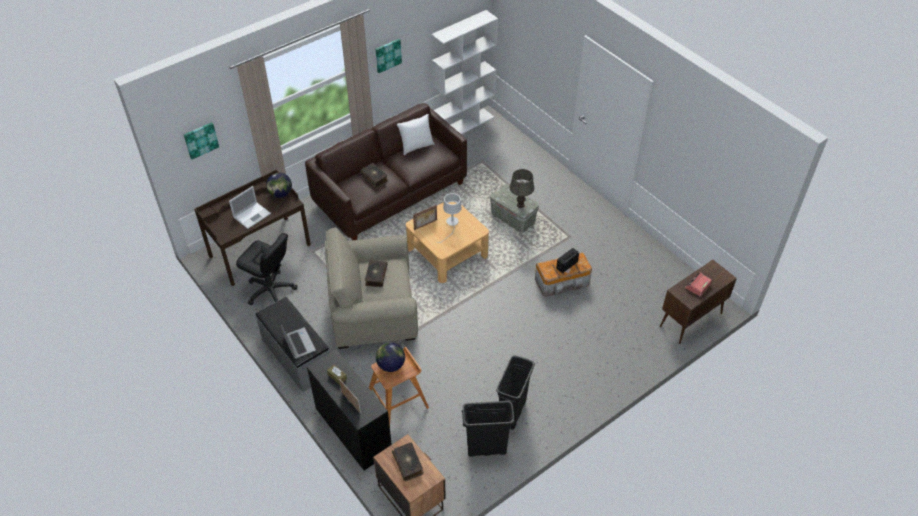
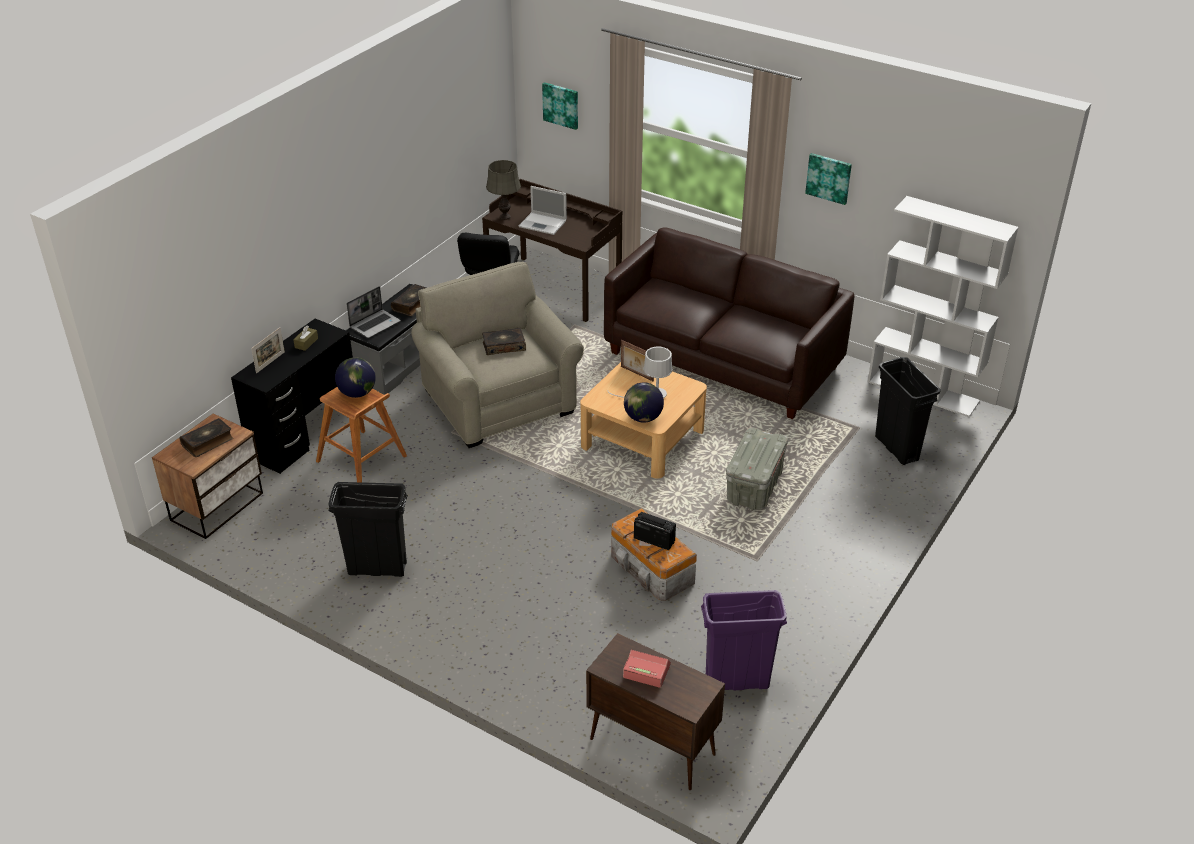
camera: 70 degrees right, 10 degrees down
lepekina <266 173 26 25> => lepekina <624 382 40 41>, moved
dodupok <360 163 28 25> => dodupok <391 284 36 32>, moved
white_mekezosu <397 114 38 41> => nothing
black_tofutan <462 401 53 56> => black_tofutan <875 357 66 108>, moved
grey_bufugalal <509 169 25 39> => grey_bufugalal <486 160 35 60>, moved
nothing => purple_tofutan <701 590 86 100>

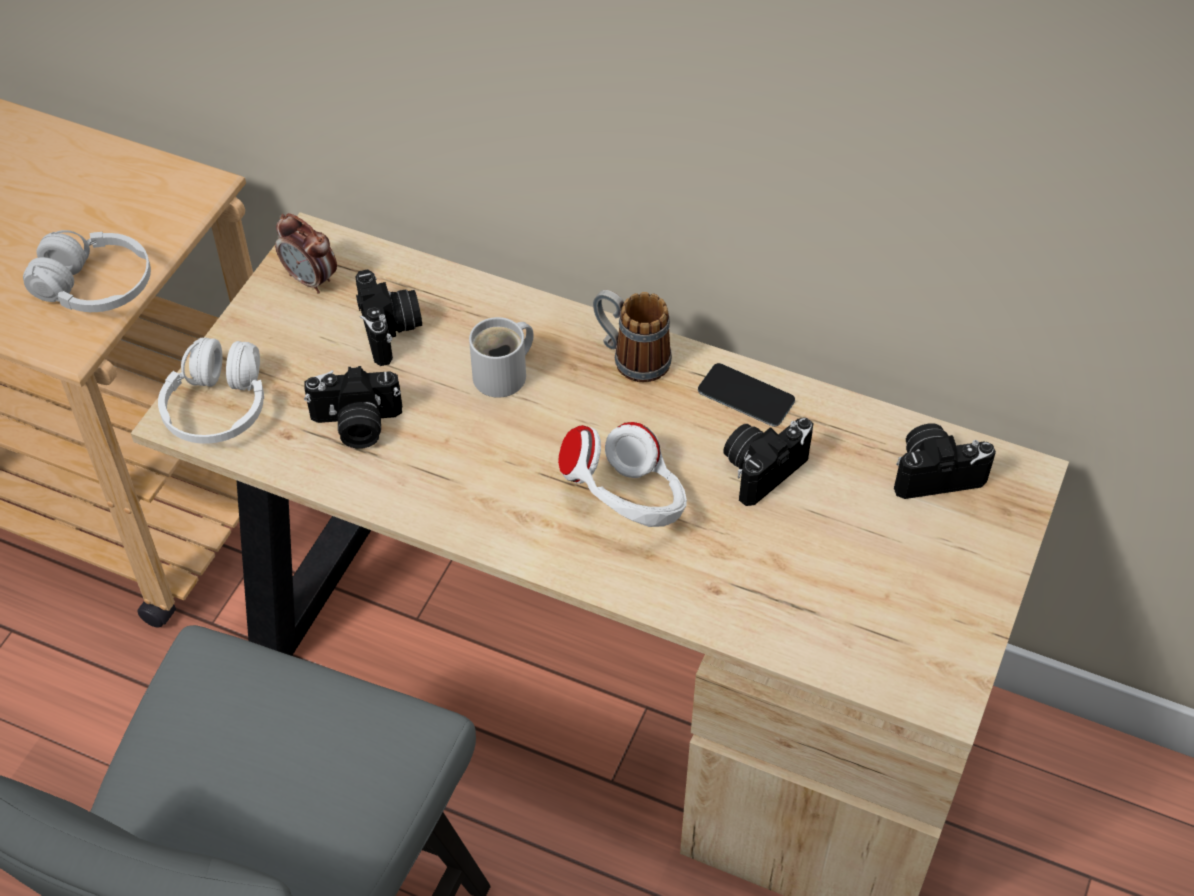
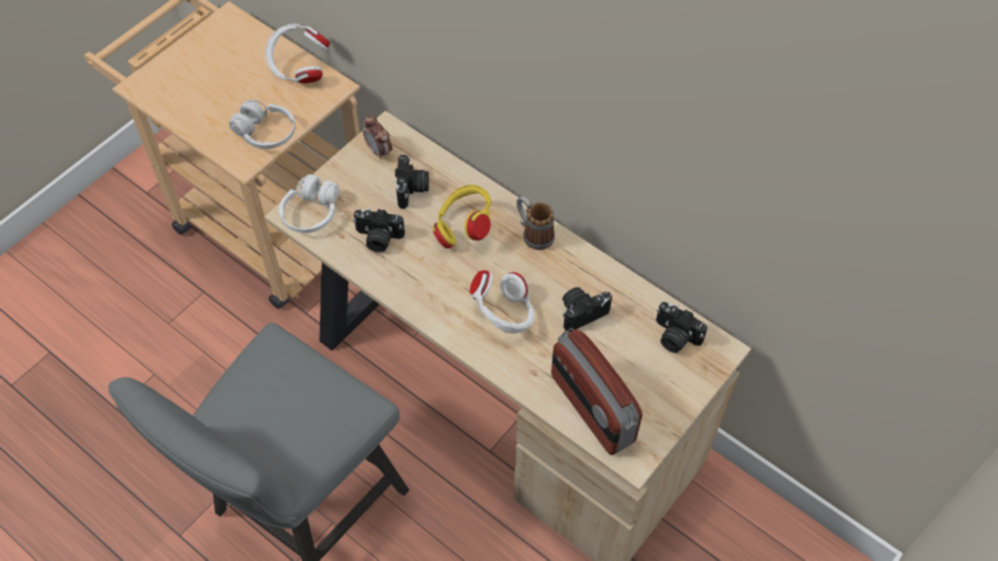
camera: 15 degrees right, 5 degrees up
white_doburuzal <469 317 64 81> => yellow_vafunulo <433 184 58 64>
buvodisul <698 363 97 64> => nothing
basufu <894 423 102 76> => basufu <656 302 51 51>, 150 degrees counterclockwise
nothing => white_vafunulo <265 24 64 59>
nothing => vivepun <551 328 92 127>

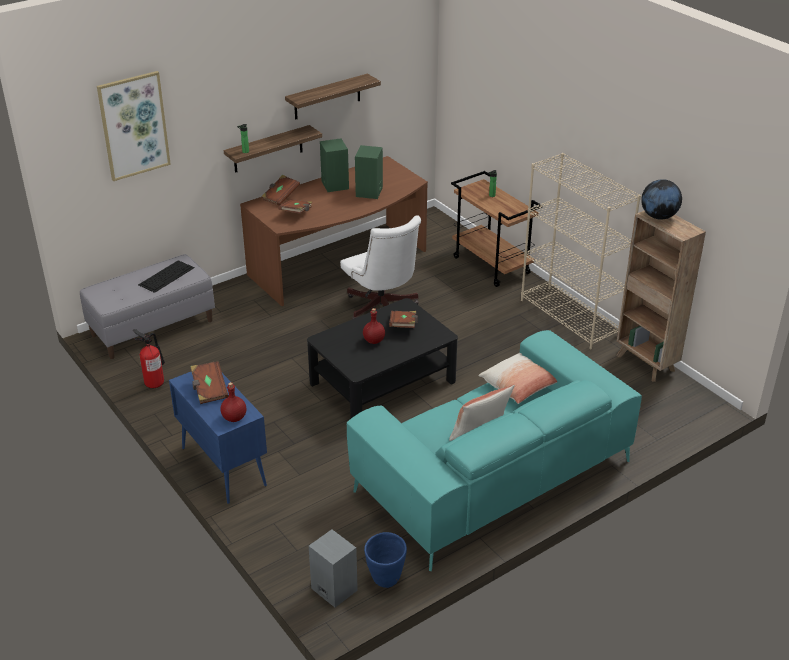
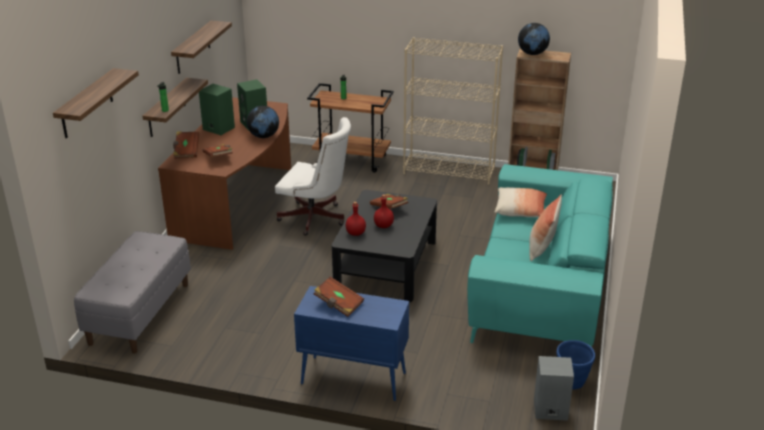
camera: 40 degrees left, 5 degrees down
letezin <97 71 74 110> => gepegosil <53 68 86 70>
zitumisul <133 329 32 59> => nothing
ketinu <138 260 57 33> => nothing
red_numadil <220 382 26 40> => red_numadil <345 202 21 34>, moved
nothing => lepekina <247 106 32 32>

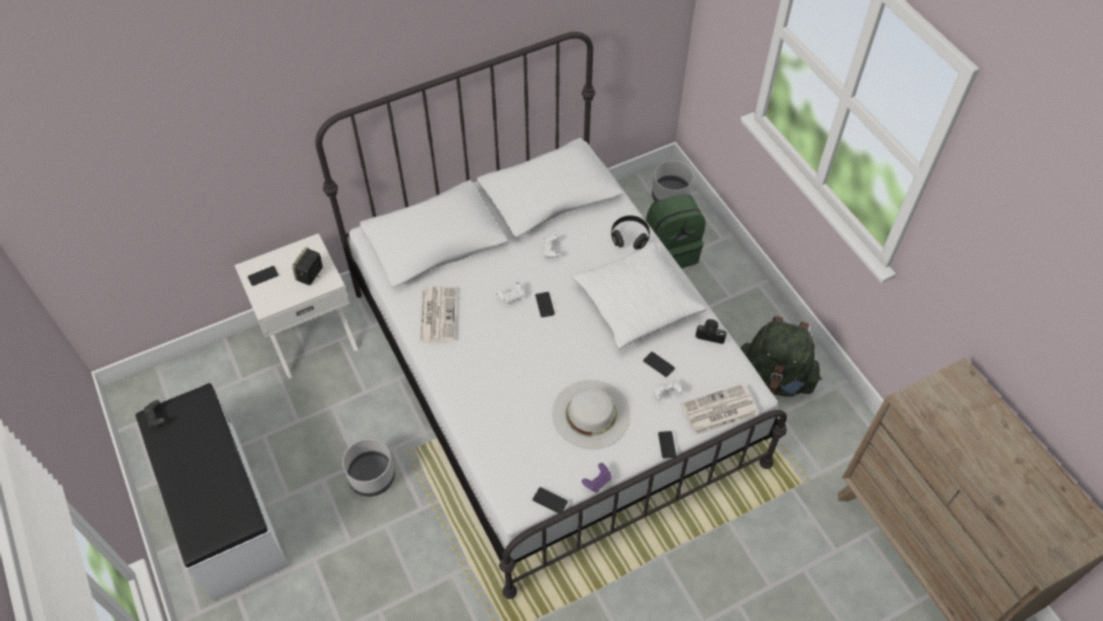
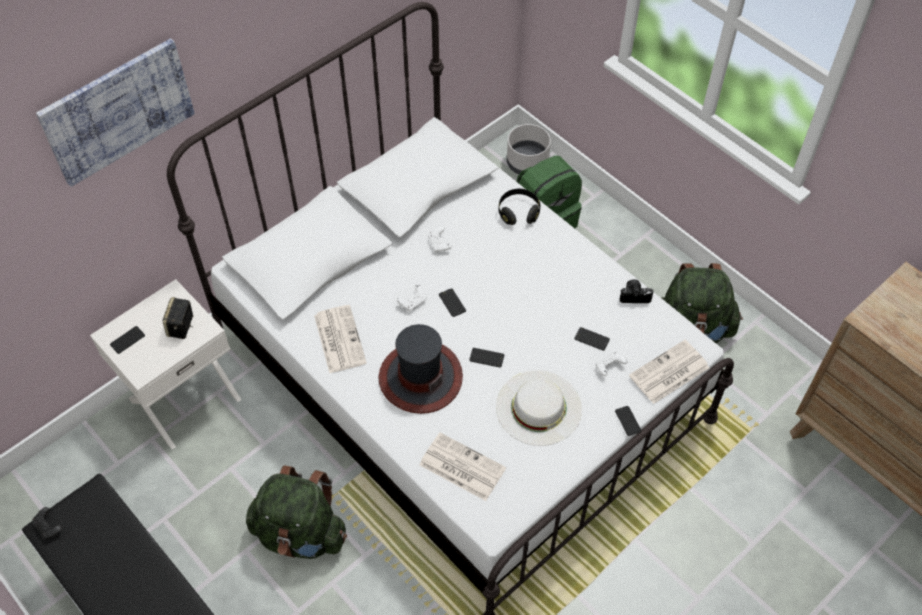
camera: 15 degrees left, 0 degrees up
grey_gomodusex <342 439 53 58> => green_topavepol <246 465 101 94>
buvodisul <533 487 35 27> => buvodisul <469 348 35 20>, moved
white_mekezosu <572 242 134 107> => nothing
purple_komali <582 463 30 30> => nothing
nothing => letezin <36 38 159 149>
nothing => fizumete <378 324 85 90>
nothing => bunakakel <419 433 87 68>

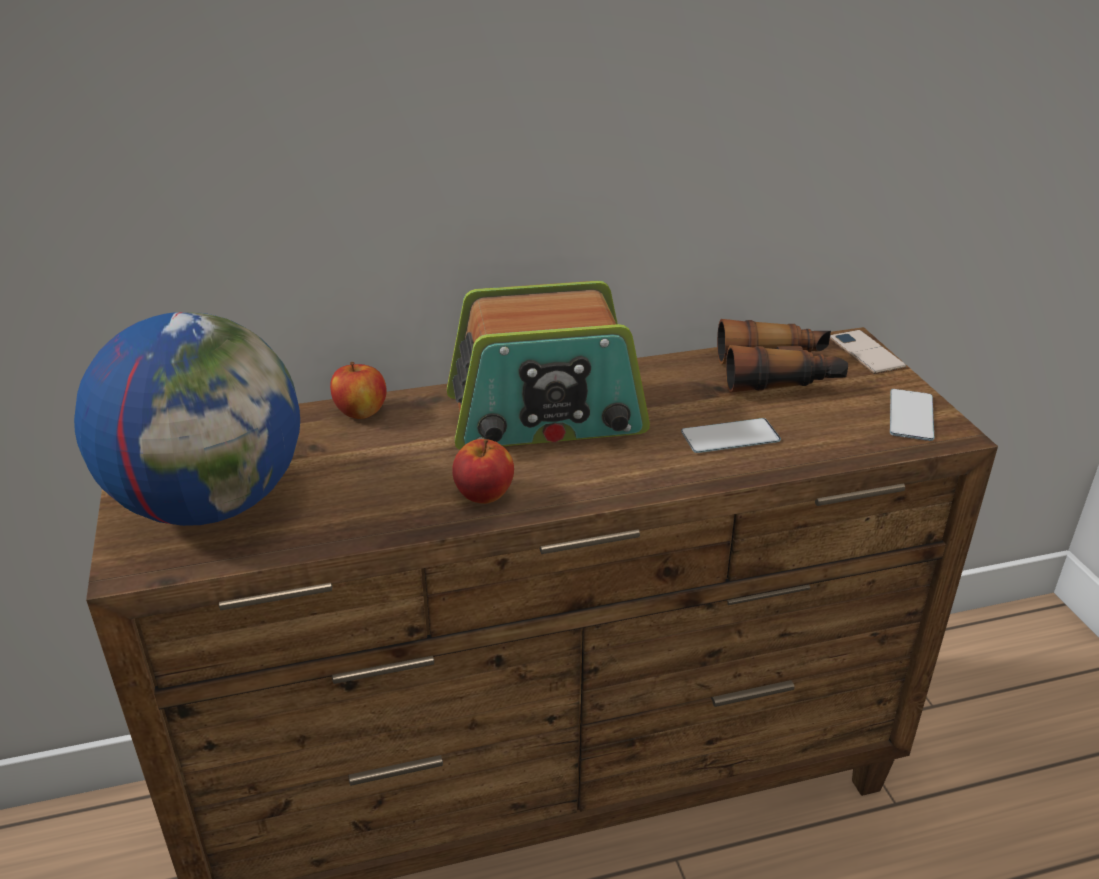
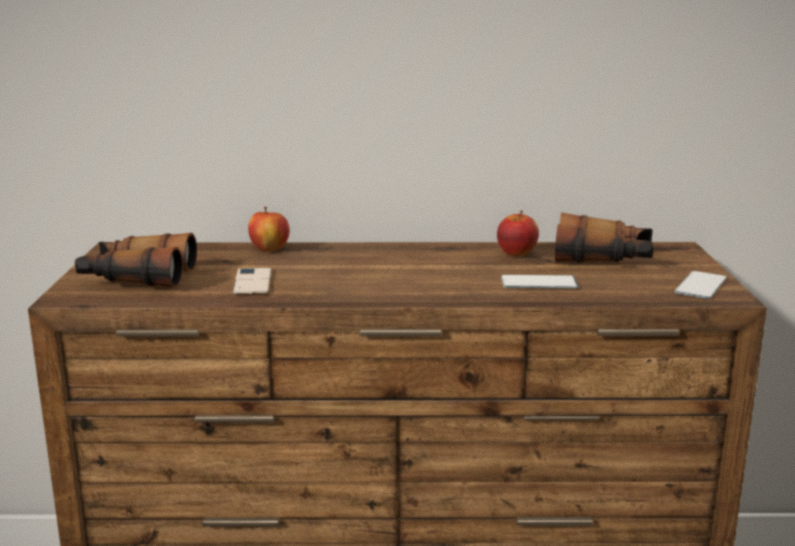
camera: 15 degrees right, 15 degrees down
lepekina <74 312 226 214> => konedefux <75 233 122 55>
vivepun <447 281 203 168> => nothing
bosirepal <452 439 62 65> => bosirepal <497 211 42 45>, moved
buvodisul <830 330 76 44> => buvodisul <232 268 39 27>, moved

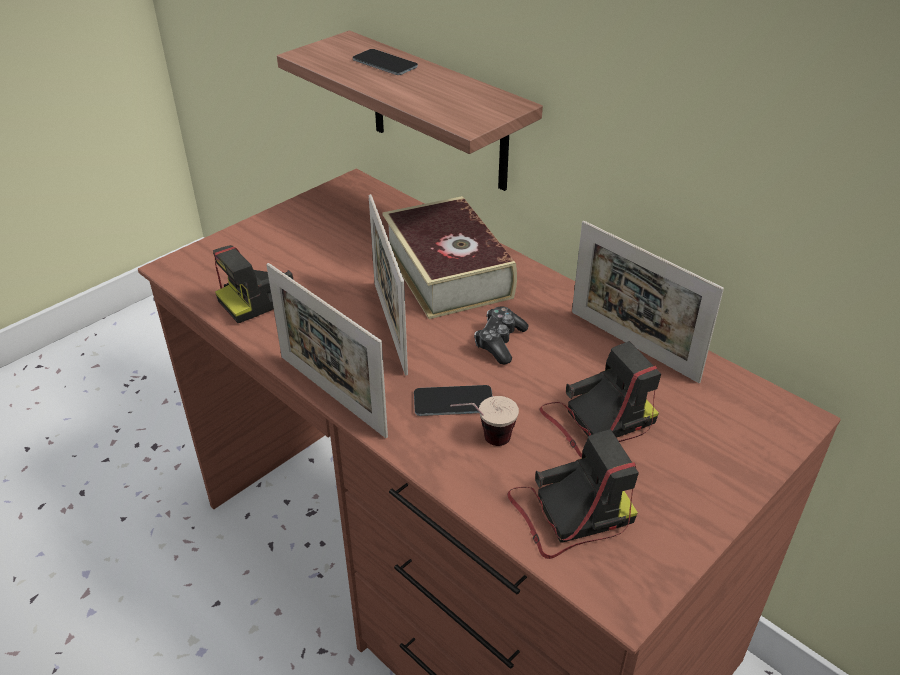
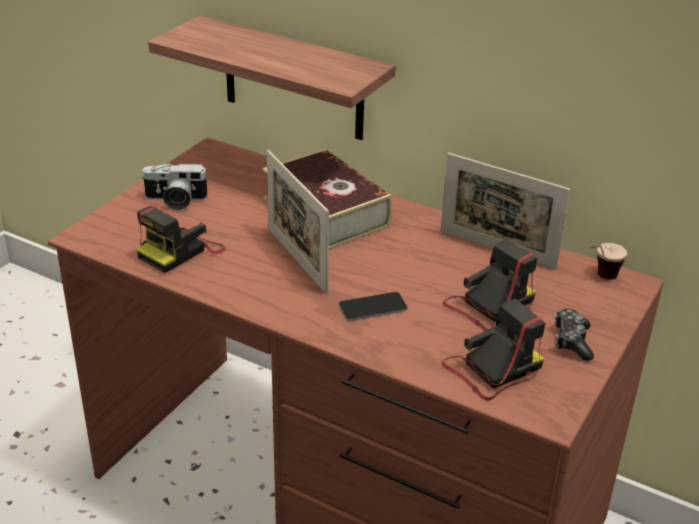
camera: 15 degrees left, 5 degrees down
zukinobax <266 263 122 175> => nothing
buvodisul <353 49 65 26> => nothing
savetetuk <450 396 69 50> => savetetuk <589 243 38 37>, moved
komali <474 307 55 58> => komali <554 308 40 53>, moved
nothing => basufu <141 164 68 46>

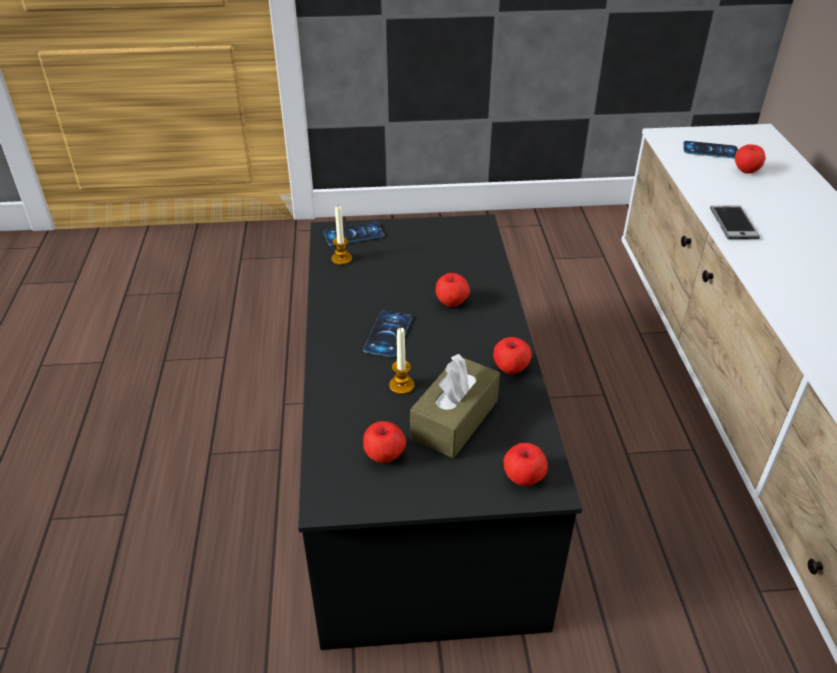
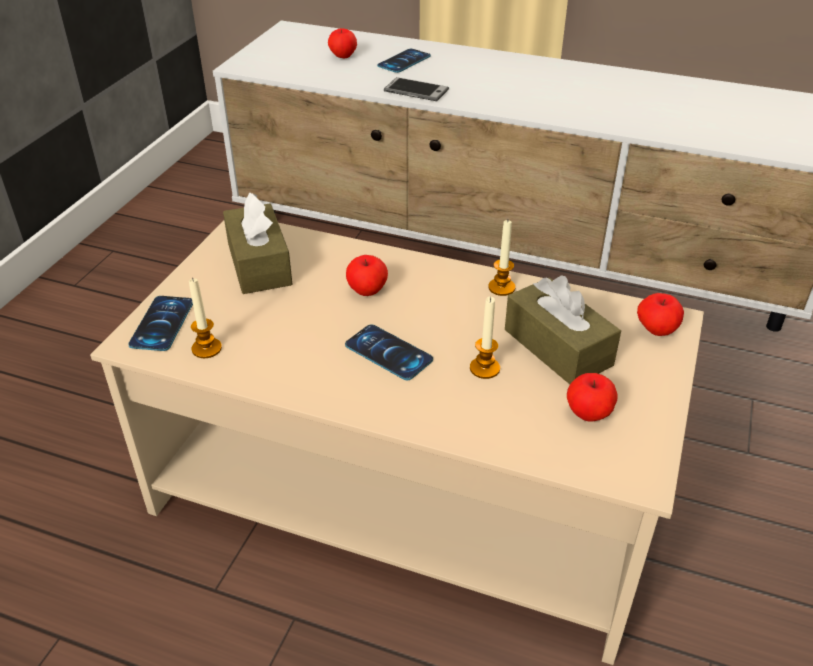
camera: 65 degrees left, 0 degrees up
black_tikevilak <298 214 284 436> => beige_tikevilak <90 221 614 444>
bosirepal <493 337 39 37> => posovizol <488 220 28 76>
buvodisul <683 141 55 18> => buvodisul <377 49 54 24>, moved
nothing => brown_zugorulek <223 192 69 102>

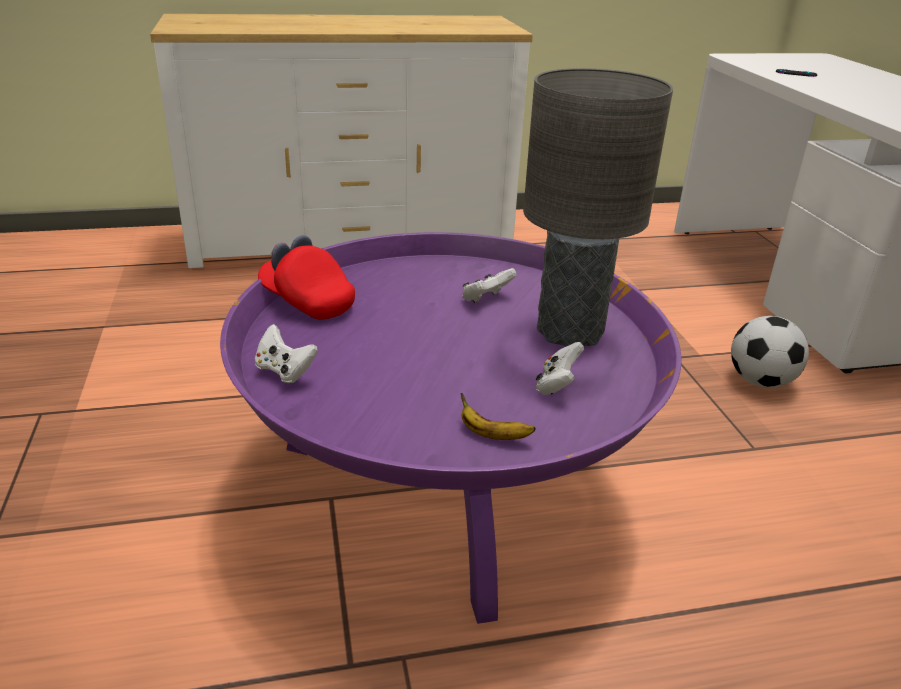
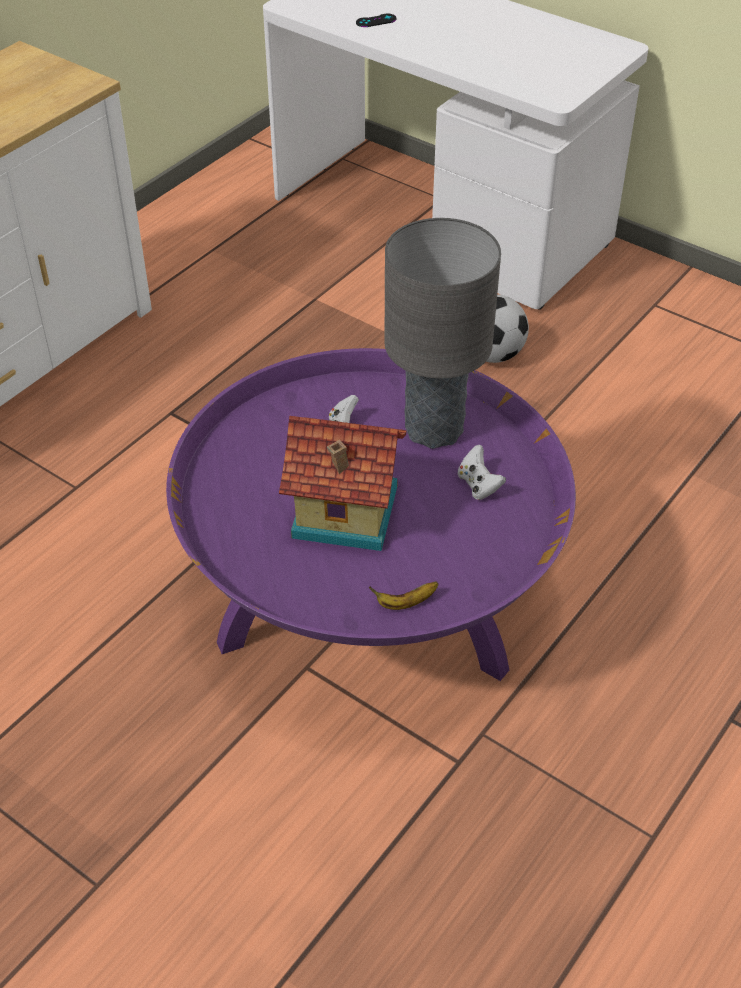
camera: 40 degrees left, 15 degrees up
white_komali <255 324 63 59> => nothing
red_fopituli <258 235 97 84> => nothing
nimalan <461 393 75 47> => nimalan <369 582 69 28>, moved
nothing => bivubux <279 416 128 135>

